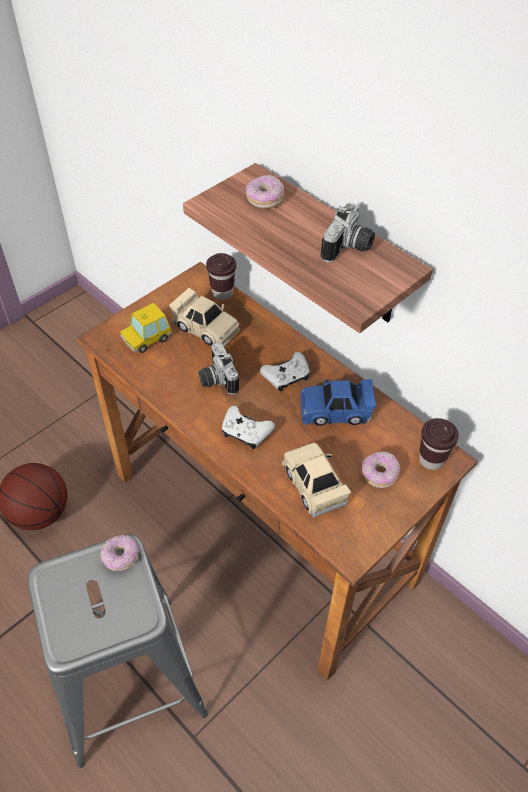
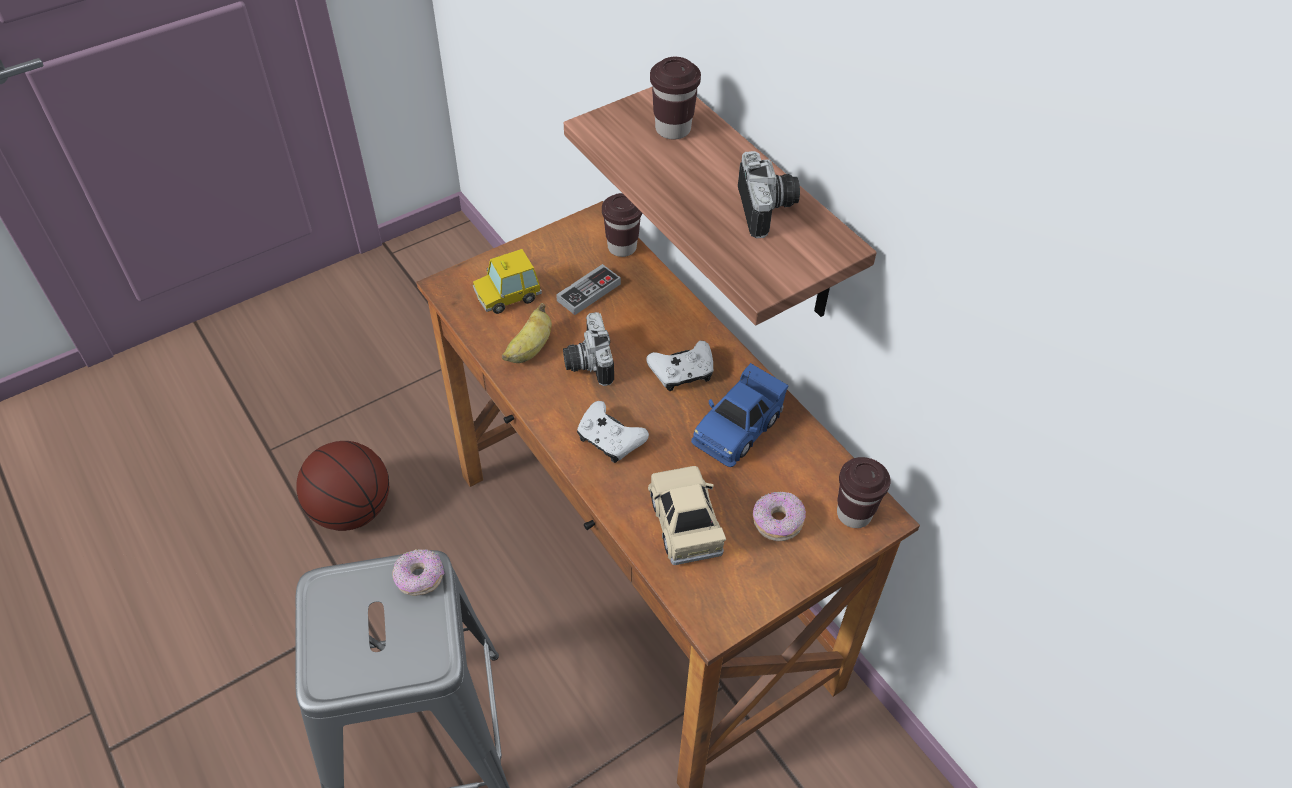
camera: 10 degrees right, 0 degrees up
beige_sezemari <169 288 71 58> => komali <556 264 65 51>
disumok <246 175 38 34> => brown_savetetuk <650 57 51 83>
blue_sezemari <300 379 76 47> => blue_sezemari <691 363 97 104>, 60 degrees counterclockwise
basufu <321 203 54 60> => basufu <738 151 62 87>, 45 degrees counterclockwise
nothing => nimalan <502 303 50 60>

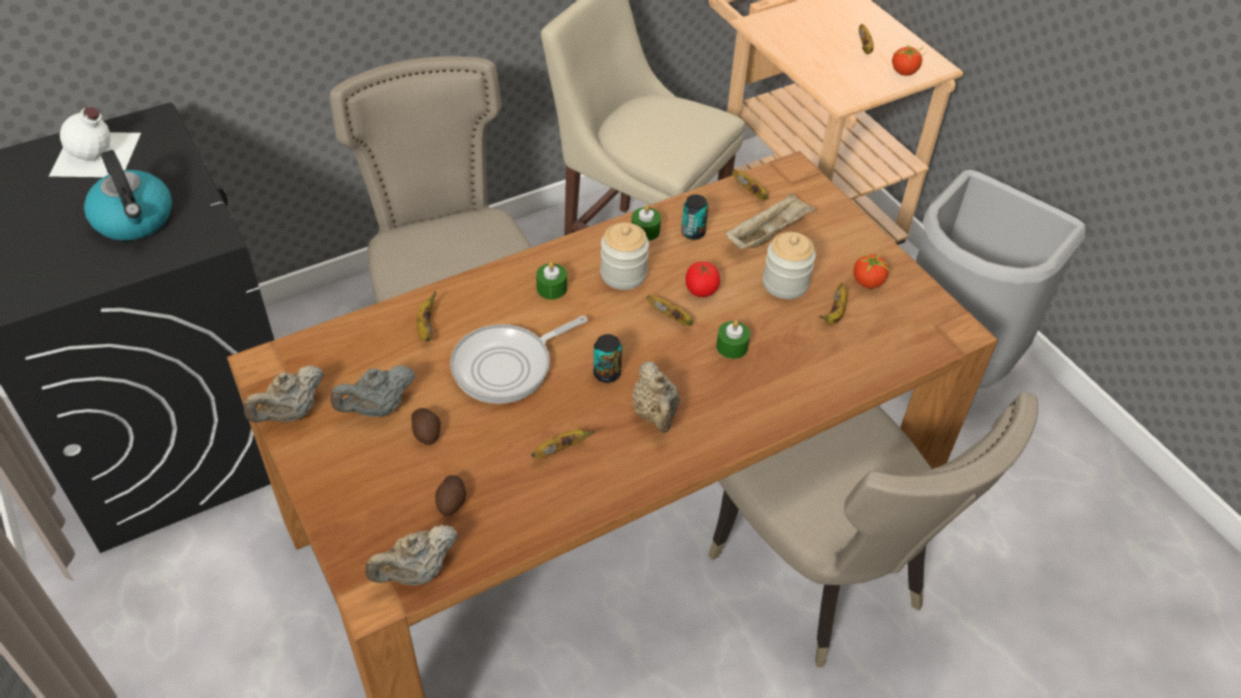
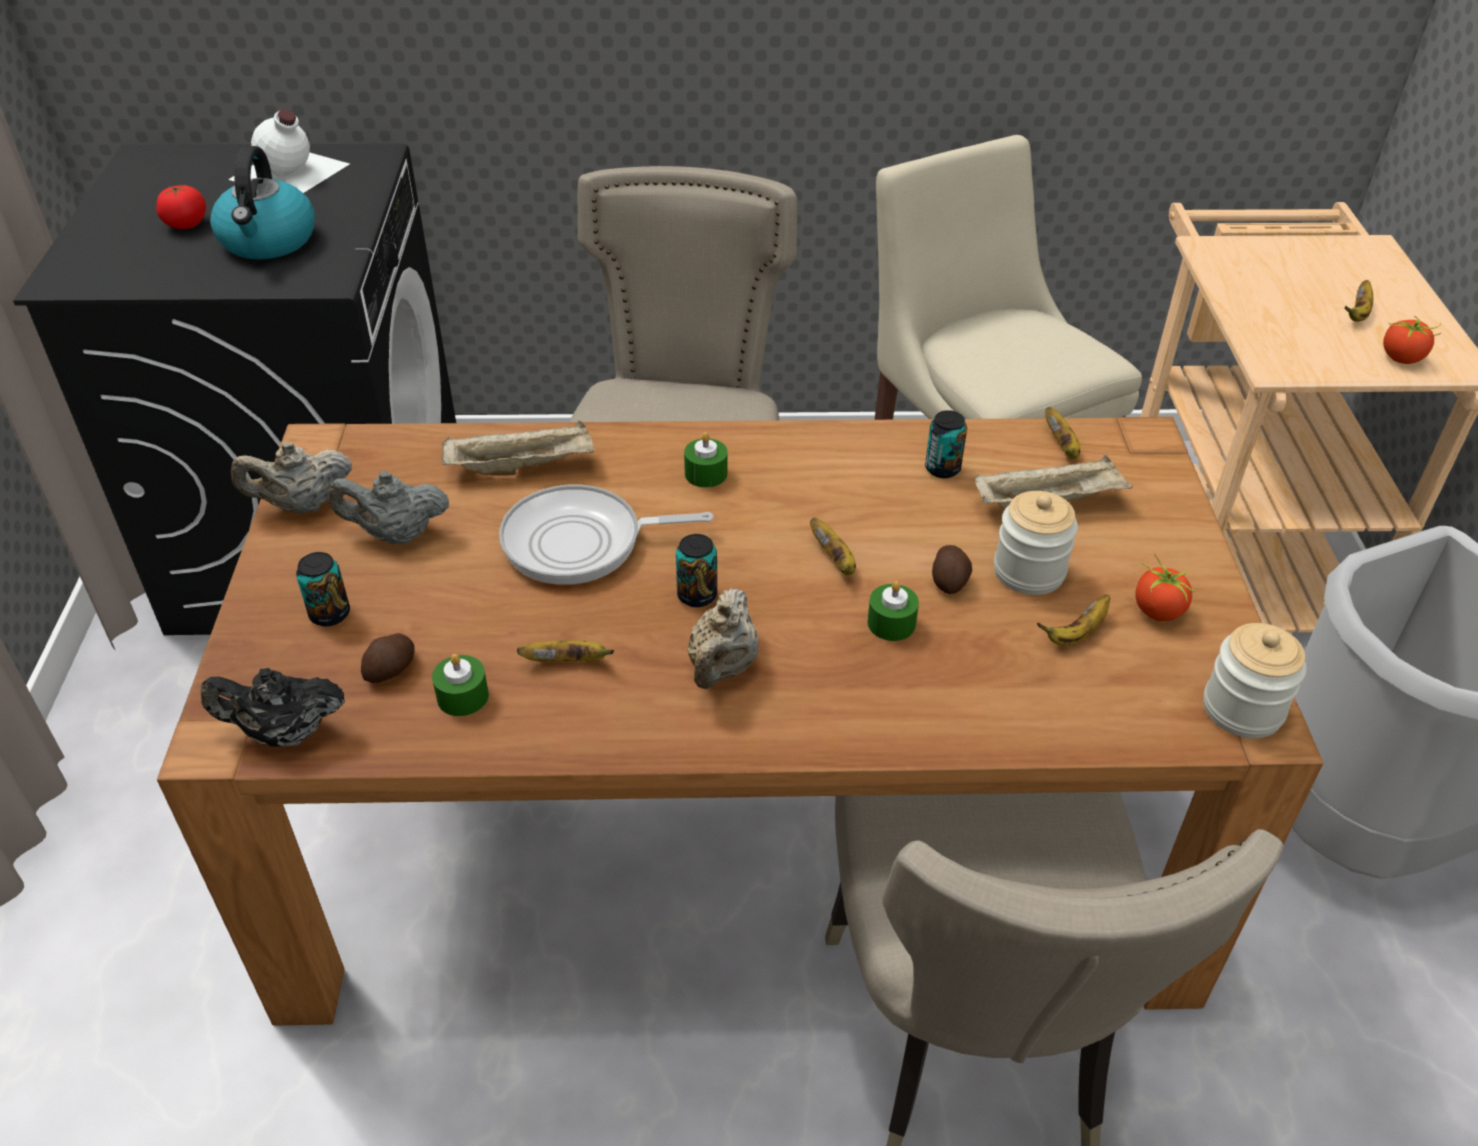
camera: 30 degrees right, 5 degrees down
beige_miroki <365 524 93 62> => black_miroki <201 668 144 79>
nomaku <411 408 30 37> => nomaku <932 545 40 49>, moved
nimalan <417 291 19 50> => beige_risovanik <442 421 152 55>
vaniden <600 222 49 68> => vaniden <1203 623 104 115>, moved
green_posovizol <632 205 29 36> => green_posovizol <432 654 57 62>, moved
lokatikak <685 262 35 35> => lokatikak <156 185 50 44>, moved
nothing => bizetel <296 552 54 74>

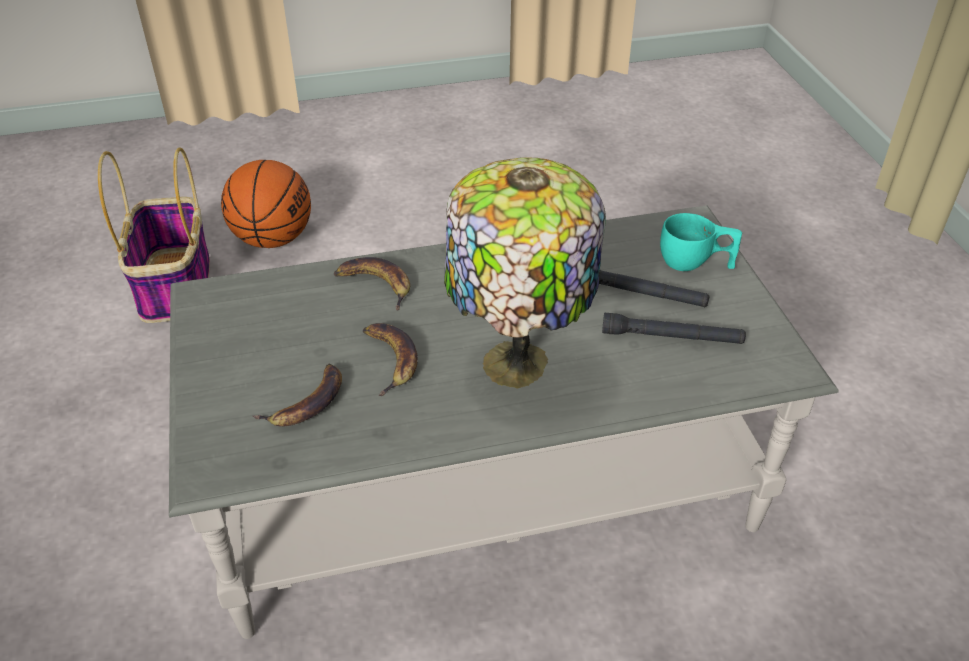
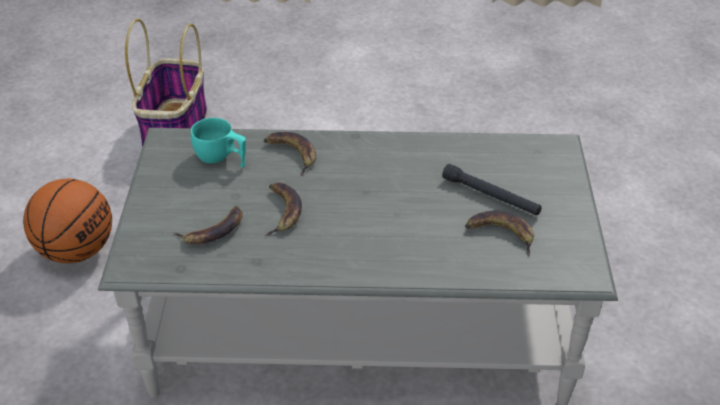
camera: 15 degrees right, 0 degrees up
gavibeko <221 160 90 88> => gavibeko <23 179 89 84>, moved
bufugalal <444 158 162 231> => nothing
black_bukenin <602 313 144 31> => nimalan <465 210 69 46>
turquoise_savetetuk <660 213 82 58> => turquoise_savetetuk <191 118 55 49>, moved

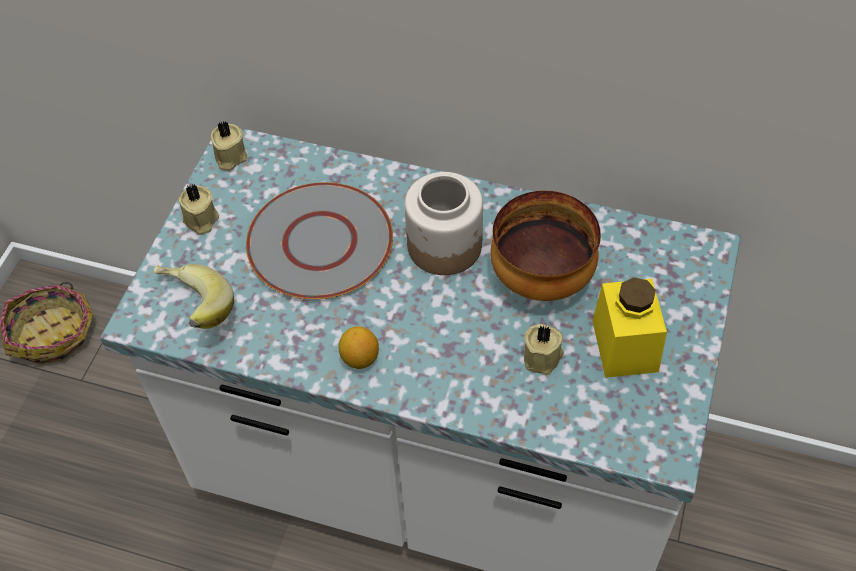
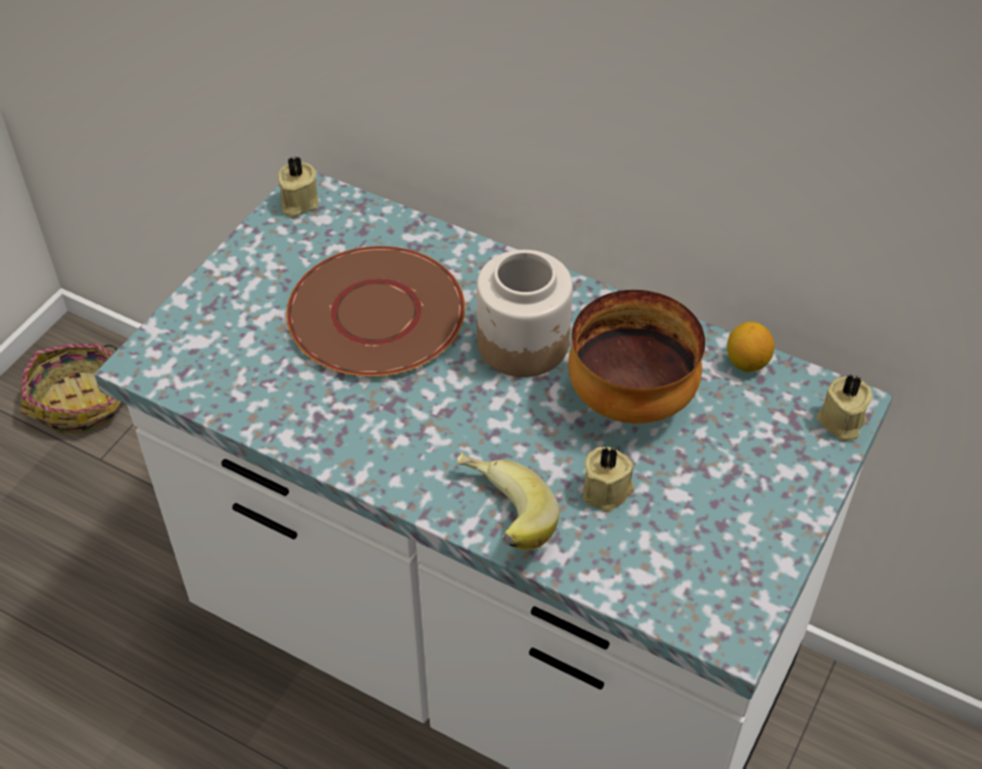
camera: 10 degrees right, 5 degrees down
nimalan <154 264 80 65> => nimalan <457 452 102 98>, moved
beige_posovizol <179 184 40 51> => beige_posovizol <817 374 56 67>, moved
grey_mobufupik <246 182 147 117> => brown_mobufupik <286 246 179 131>
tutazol <338 326 41 43> => tutazol <727 322 47 50>, moved
yellow_vaniden <593 277 74 101> => nothing

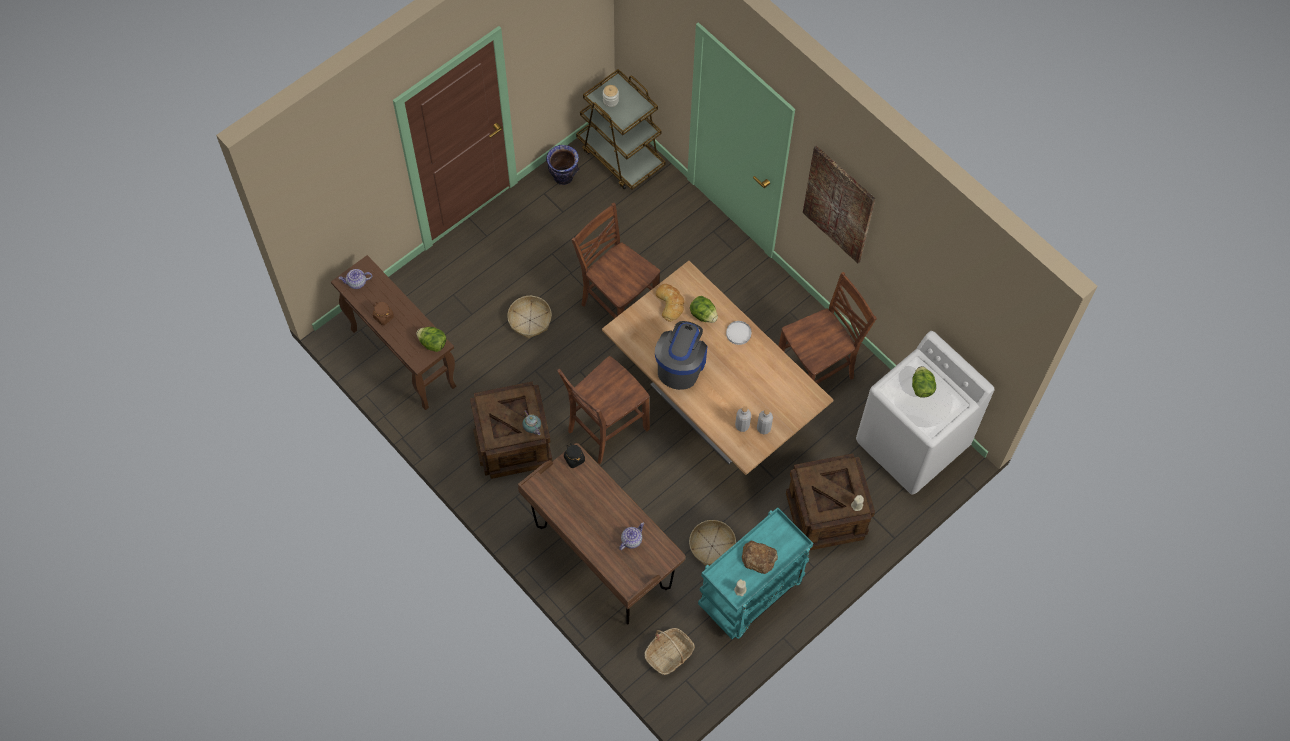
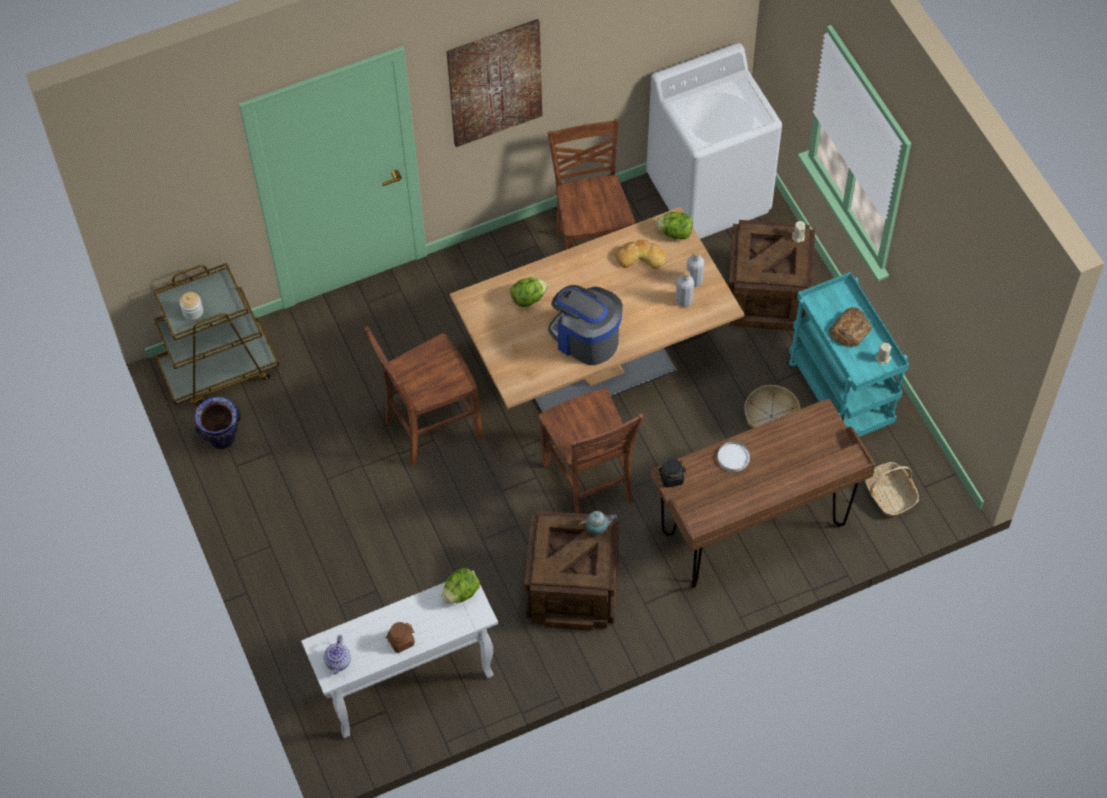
camera: 70 degrees left, 5 degrees down
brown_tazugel <331 255 125 155> => white_tazugel <301 571 197 167>
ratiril <507 296 45 42> => nothing
miroki <619 523 25 27> => nothing
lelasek <656 284 28 38> => lelasek <615 240 51 29>, moved
white_mobufupik <726 321 25 24> => white_mobufupik <718 441 32 31>, moved
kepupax <912 366 24 32> => kepupax <656 212 37 27>, moved

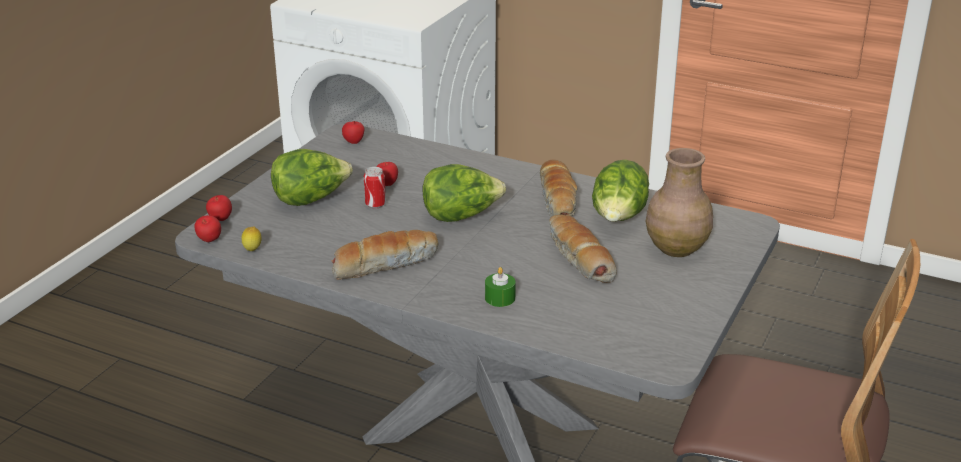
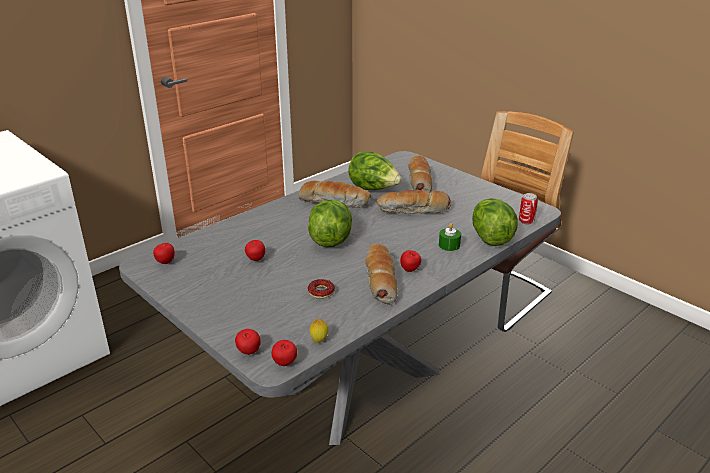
camera: 70 degrees left, 0 degrees up
kepupax <271 149 82 57> => kepupax <472 198 46 48>, moved
bizetel <364 167 22 42> => bizetel <519 193 19 31>, moved
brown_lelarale <646 148 67 109> => lelasek <408 155 24 37>
nothing => disumok <308 279 27 20>
nothing => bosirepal <400 250 22 22>

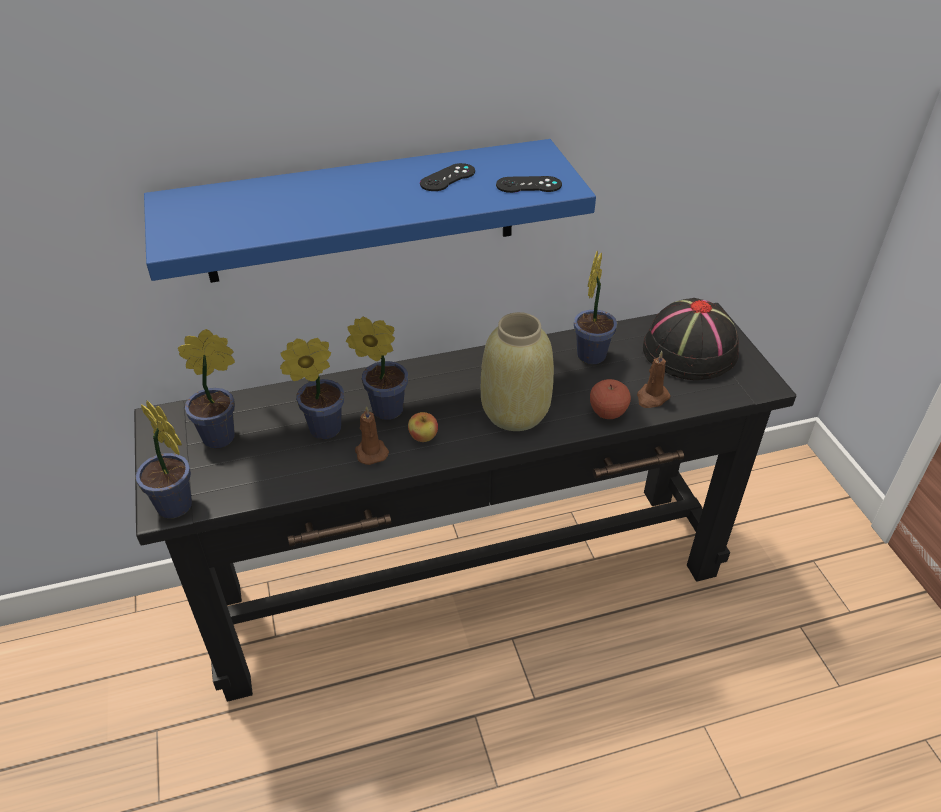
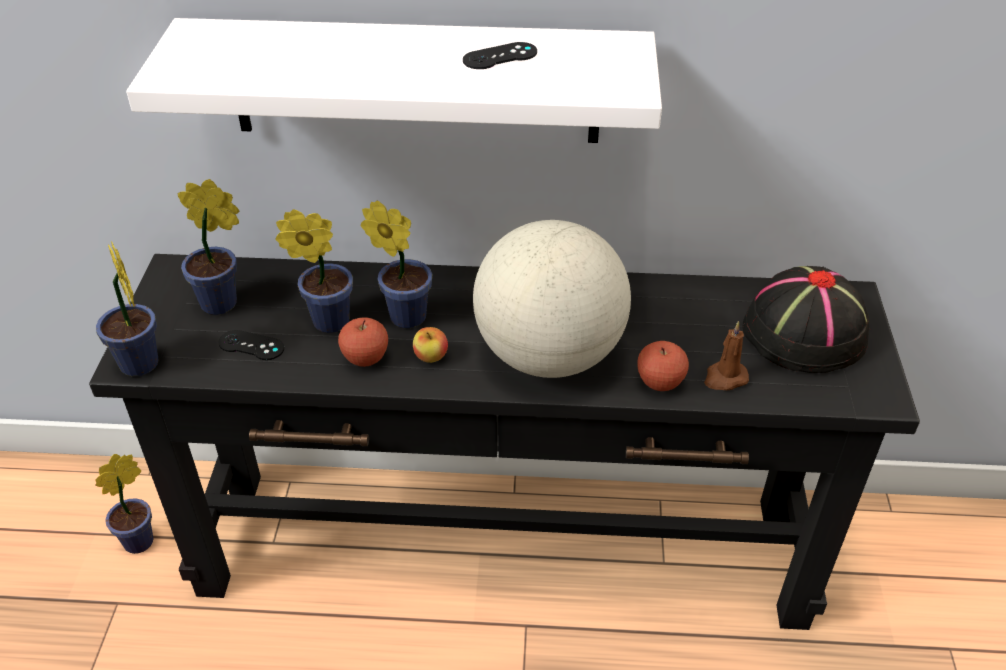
camera: 20 degrees right, 0 degrees up
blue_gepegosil <144 139 452 144> => white_gepegosil <126 18 536 125>
brown_posovizol <355 406 34 59> => bosirepal <338 317 50 50>
beige_lelarale <481 312 73 119> => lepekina <473 220 158 158>
black_komali <496 176 66 17> => black_komali <218 330 66 30>, moved
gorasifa <574 251 43 113> => gorasifa <95 454 59 100>, moved

